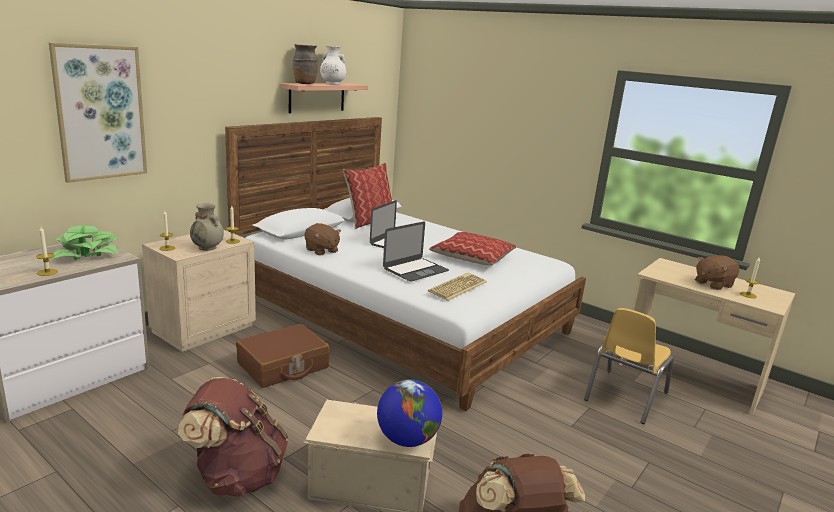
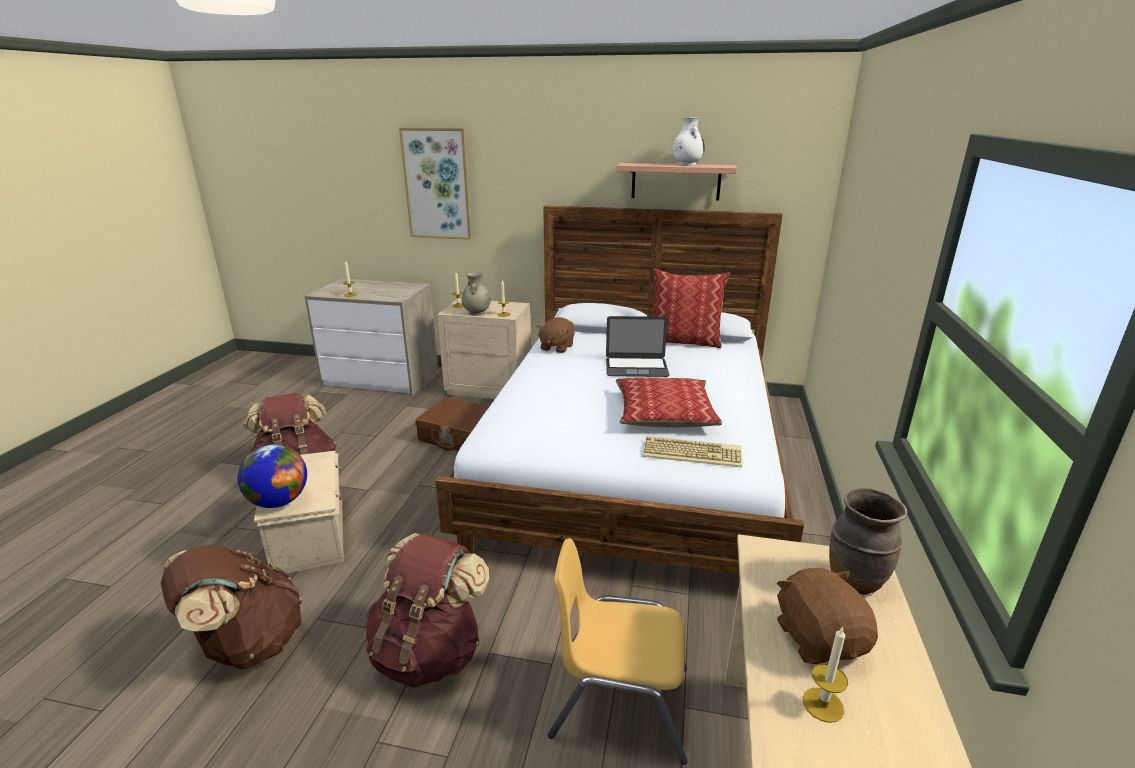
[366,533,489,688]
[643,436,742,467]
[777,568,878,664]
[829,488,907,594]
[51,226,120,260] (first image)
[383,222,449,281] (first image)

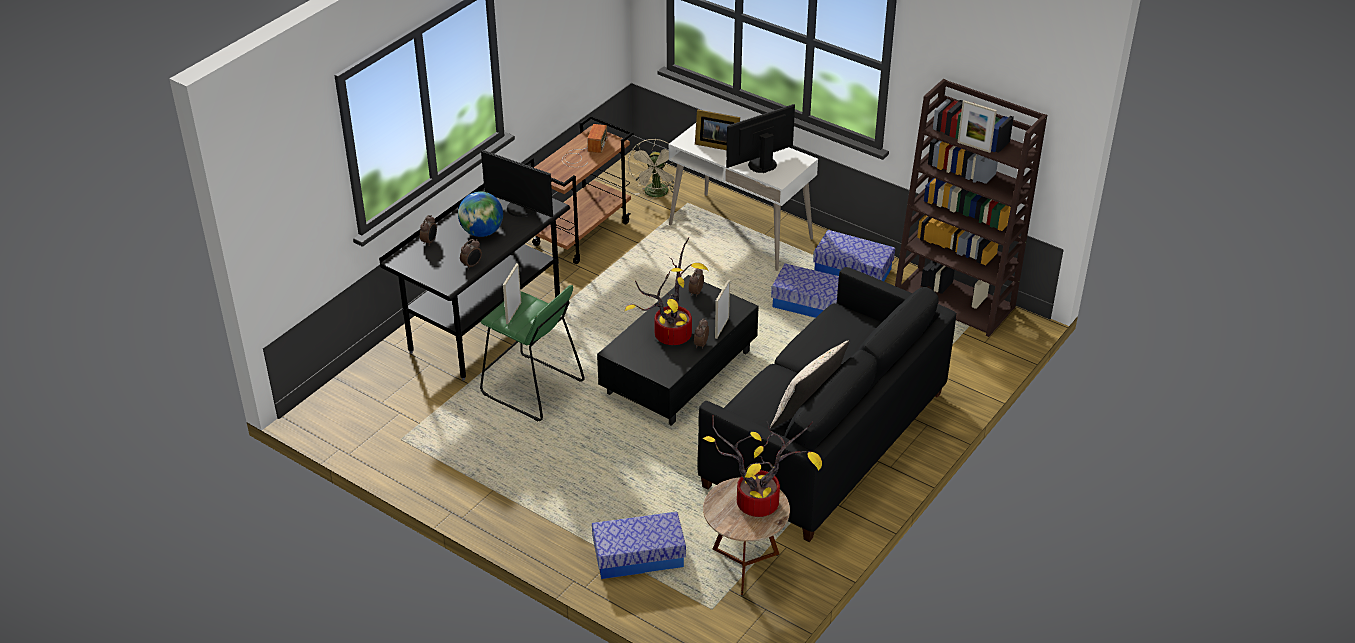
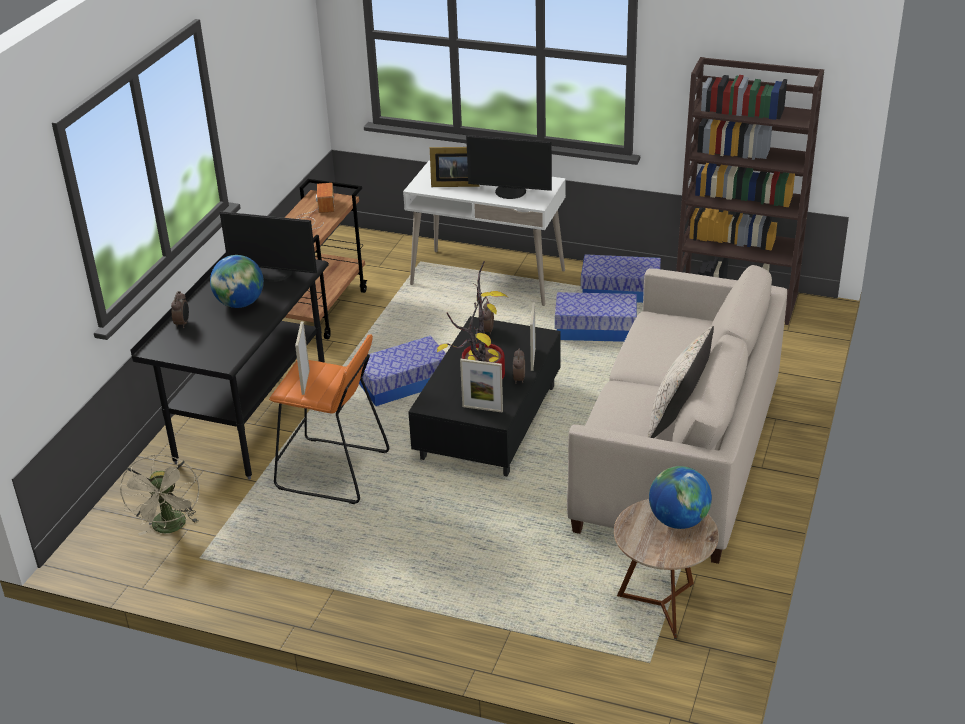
[120,455,199,536]
[269,334,389,504]
[359,336,446,406]
[460,359,503,412]
[466,135,552,199]
[567,265,787,564]
[649,466,712,529]
[460,239,482,270] (first image)

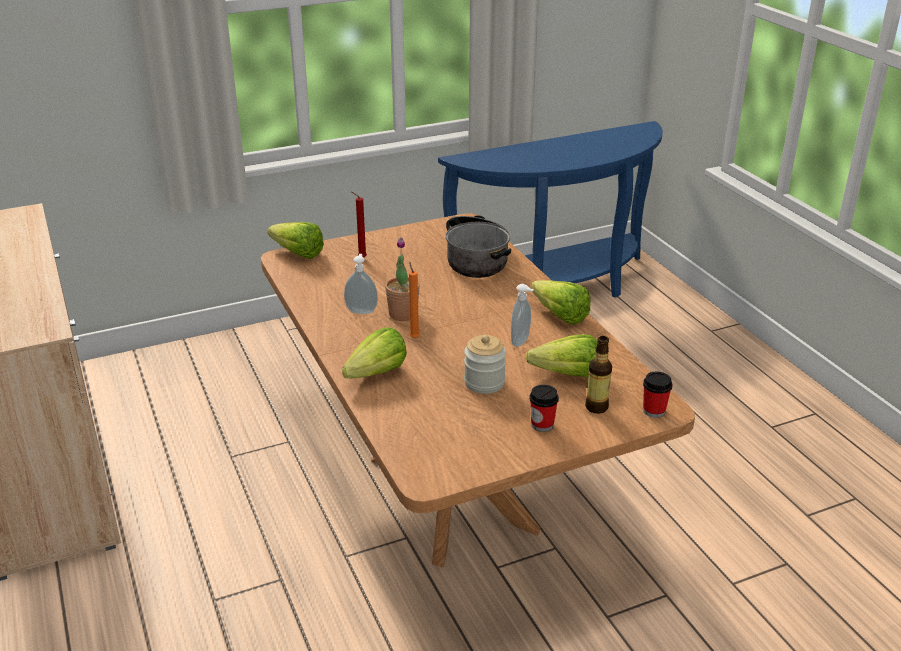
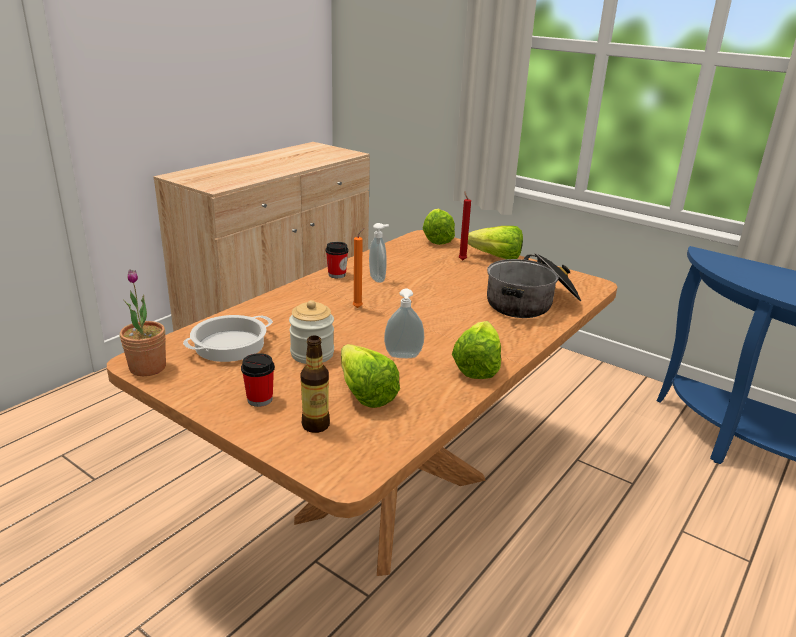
[120,269,166,376]
[183,315,273,362]
[326,242,349,278]
[468,226,523,259]

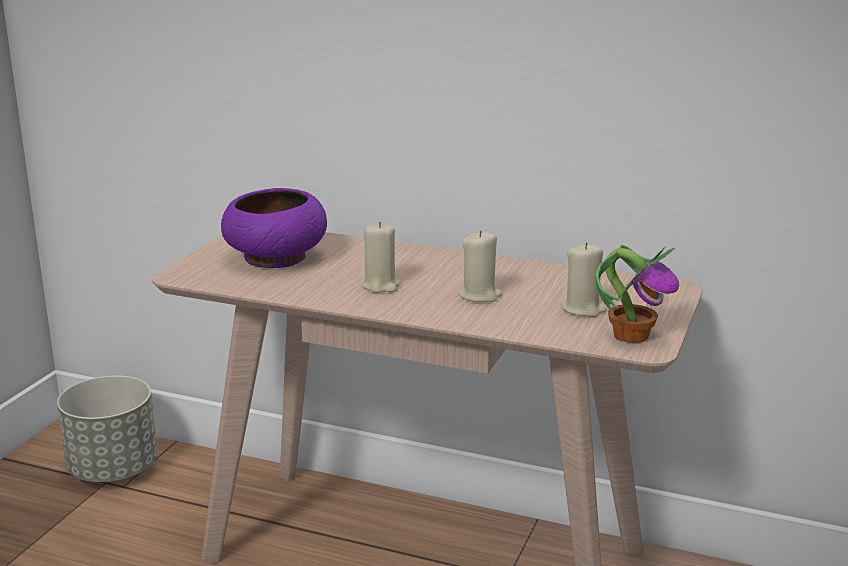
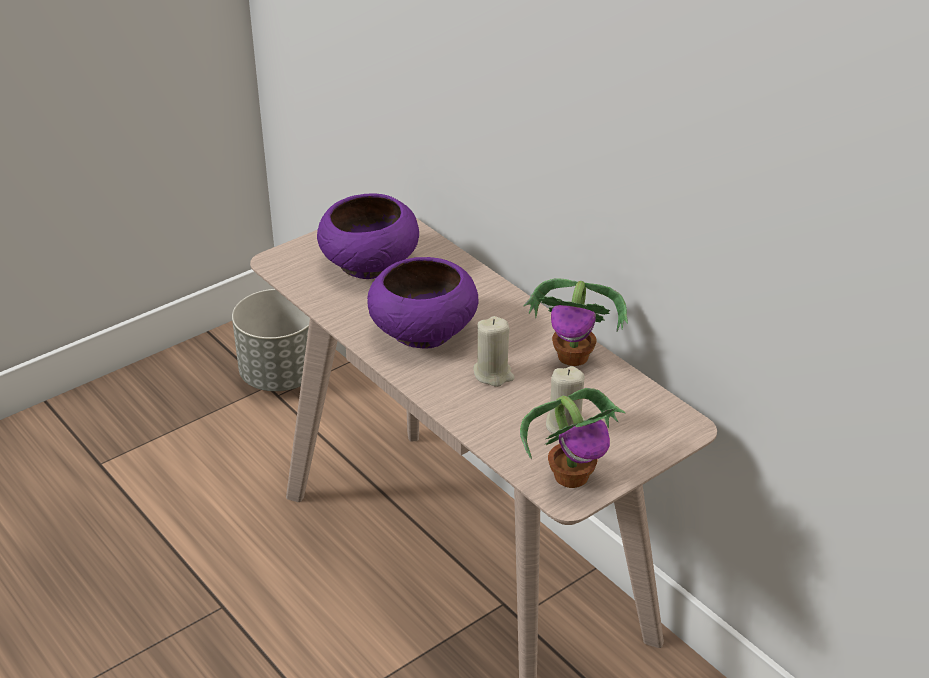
[367,257,479,348]
[524,278,628,366]

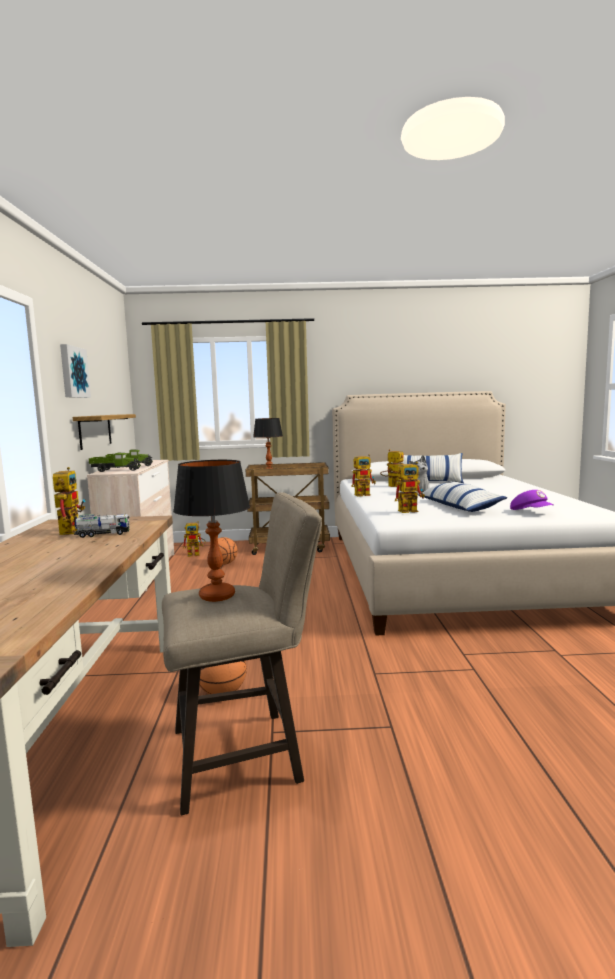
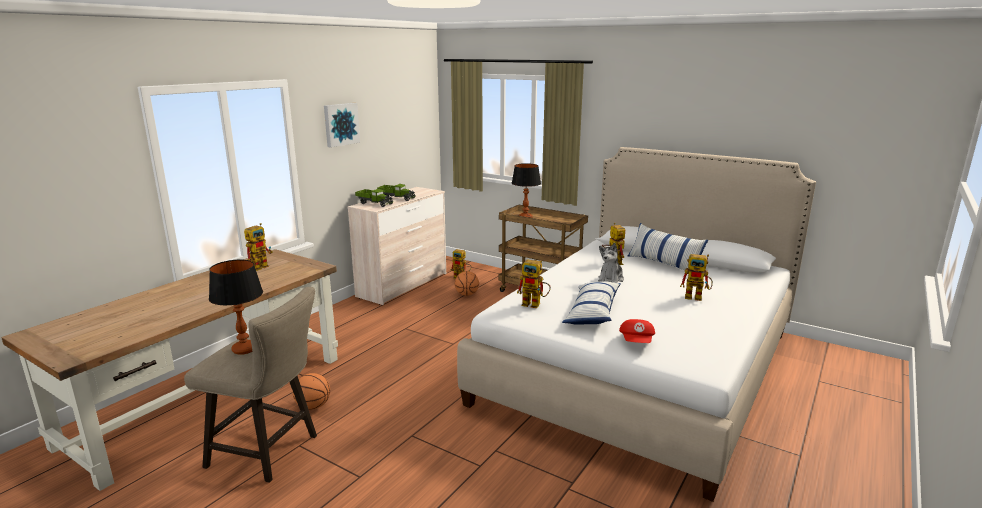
[619,319,655,343]
[680,254,713,301]
[73,414,136,450] (first image)
[74,514,130,538] (first image)

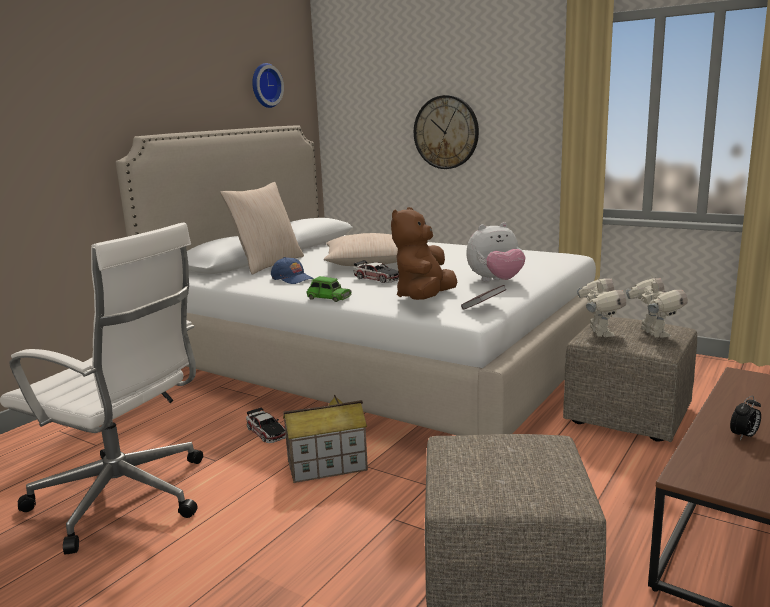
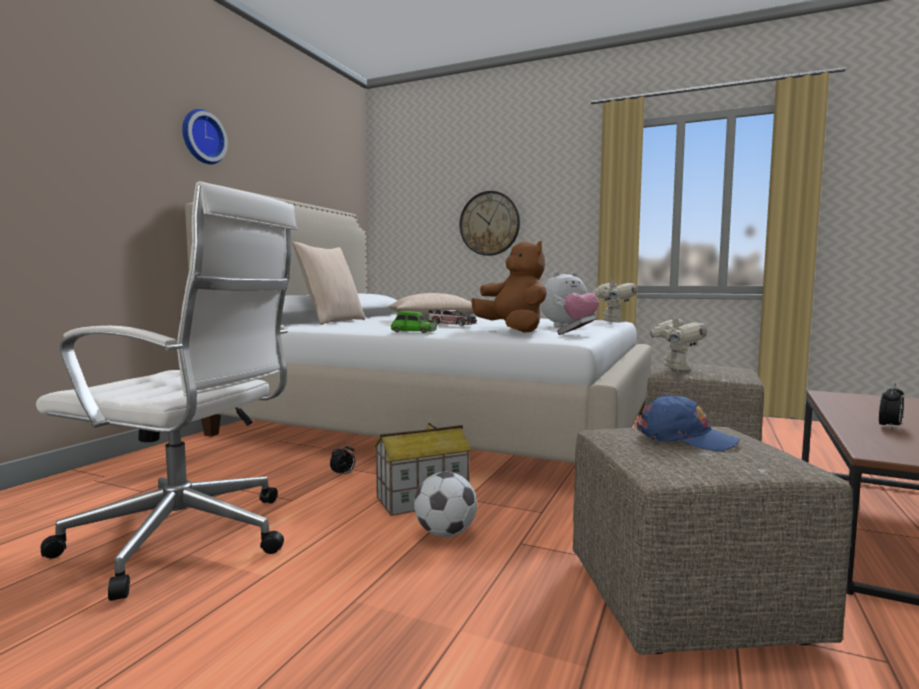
[182,109,228,164]
[330,443,355,477]
[414,472,477,537]
[471,241,547,333]
[590,276,637,322]
[637,394,740,451]

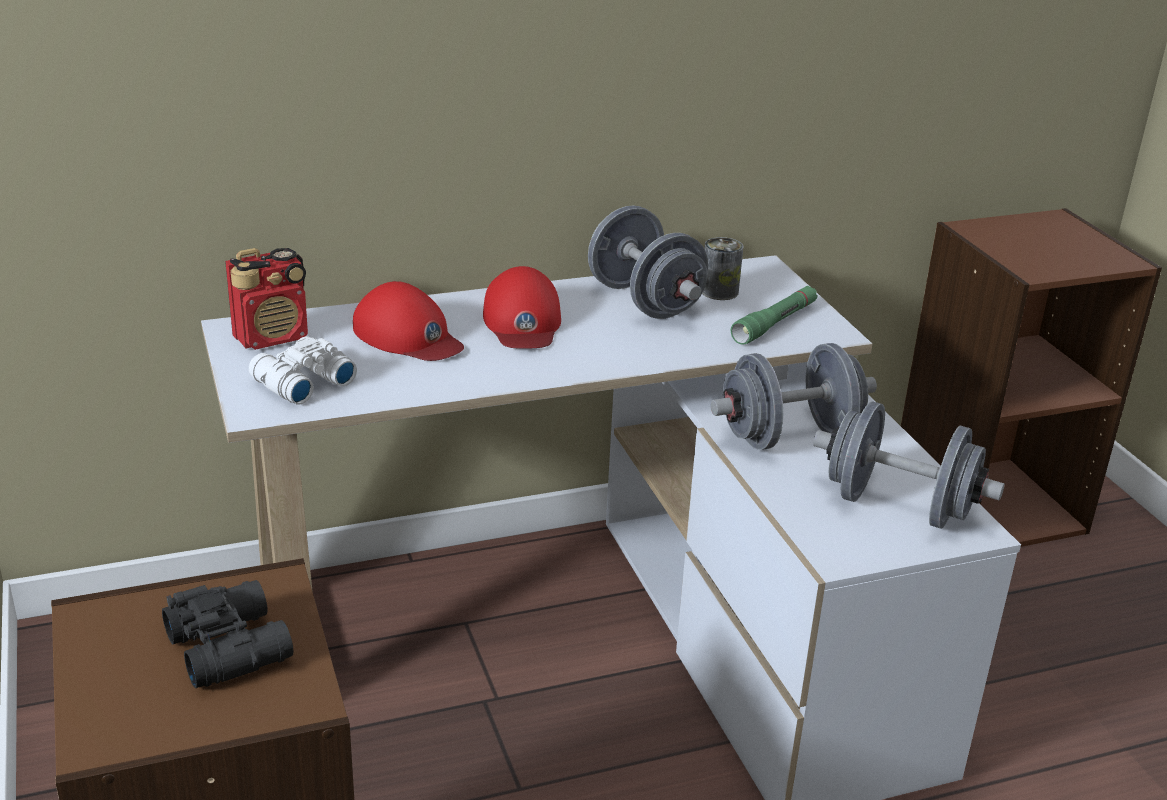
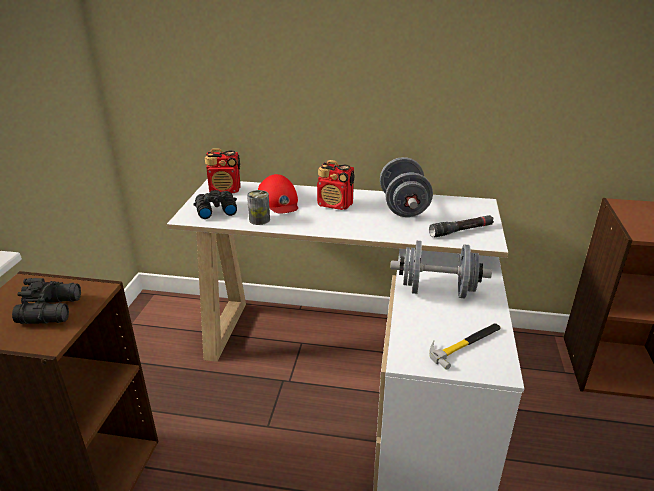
[193,190,237,219]
[247,190,270,225]
[317,160,354,210]
[429,215,494,237]
[429,324,501,370]

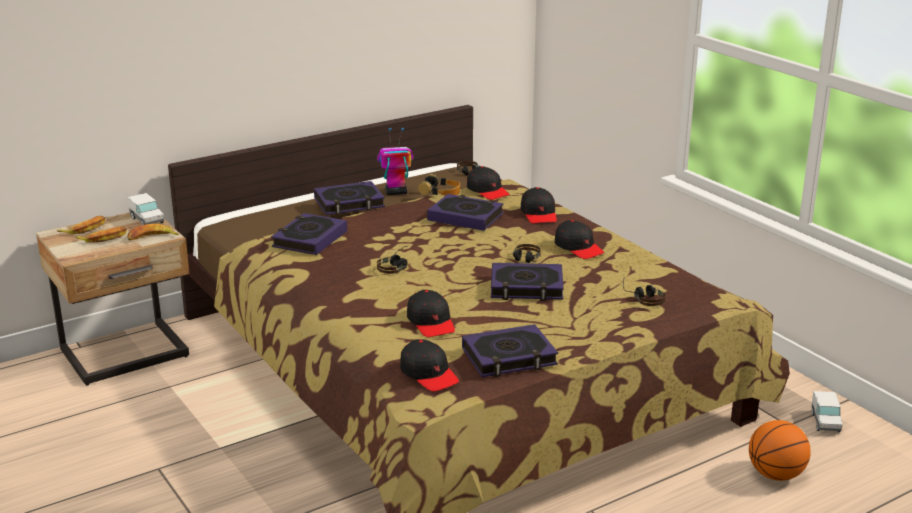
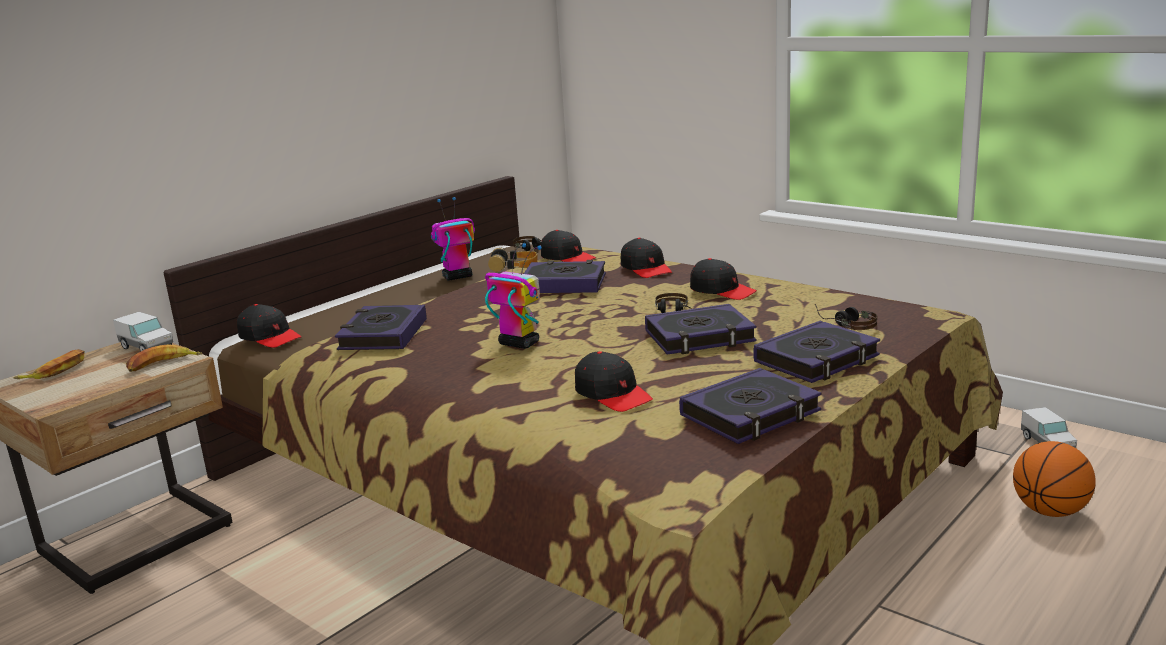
[237,304,301,348]
[485,243,542,349]
[753,321,880,383]
[75,227,127,243] (first image)

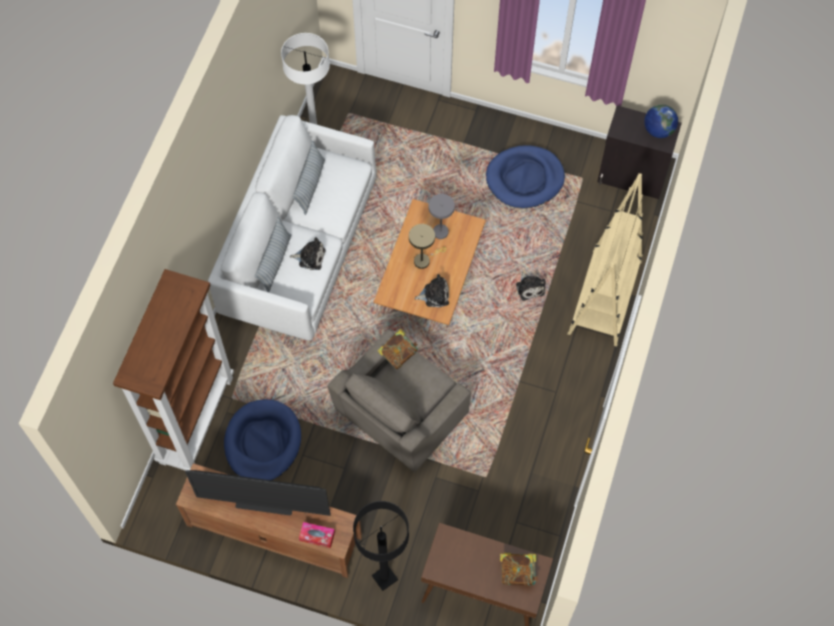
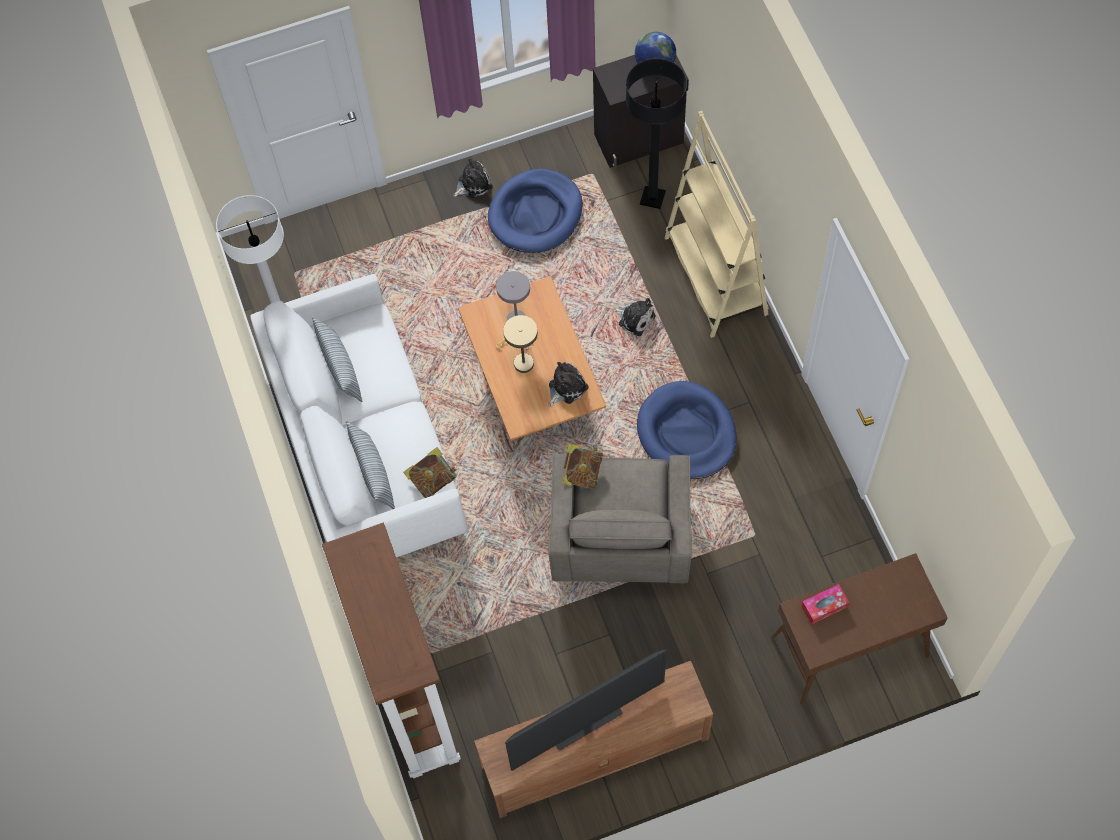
[403,447,457,498]
[453,158,493,198]
[626,58,687,209]
[637,381,737,479]
[801,584,849,624]

